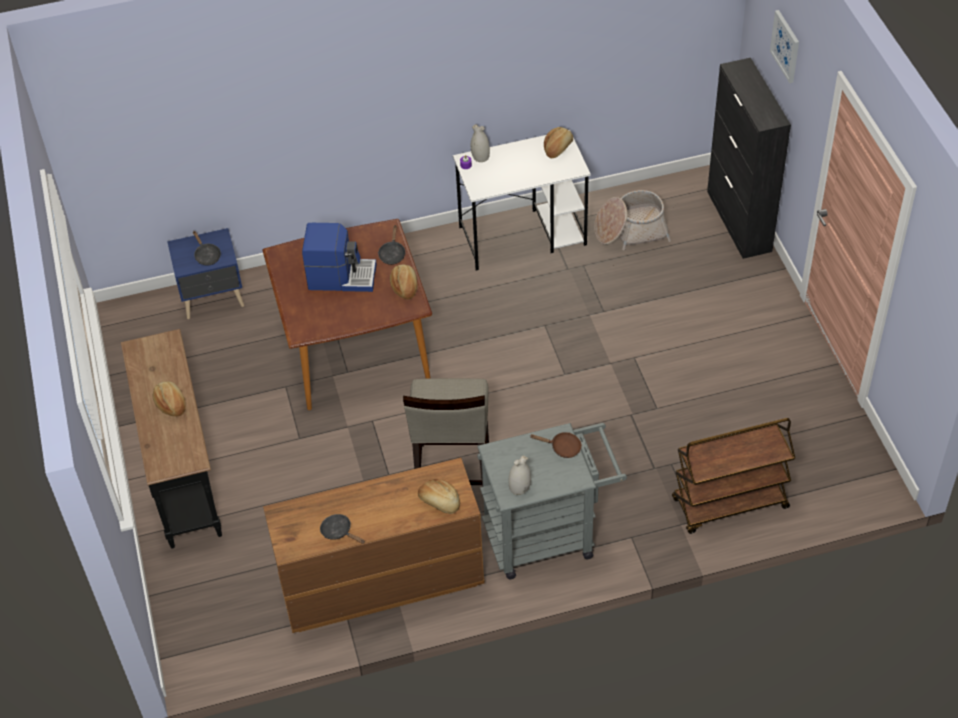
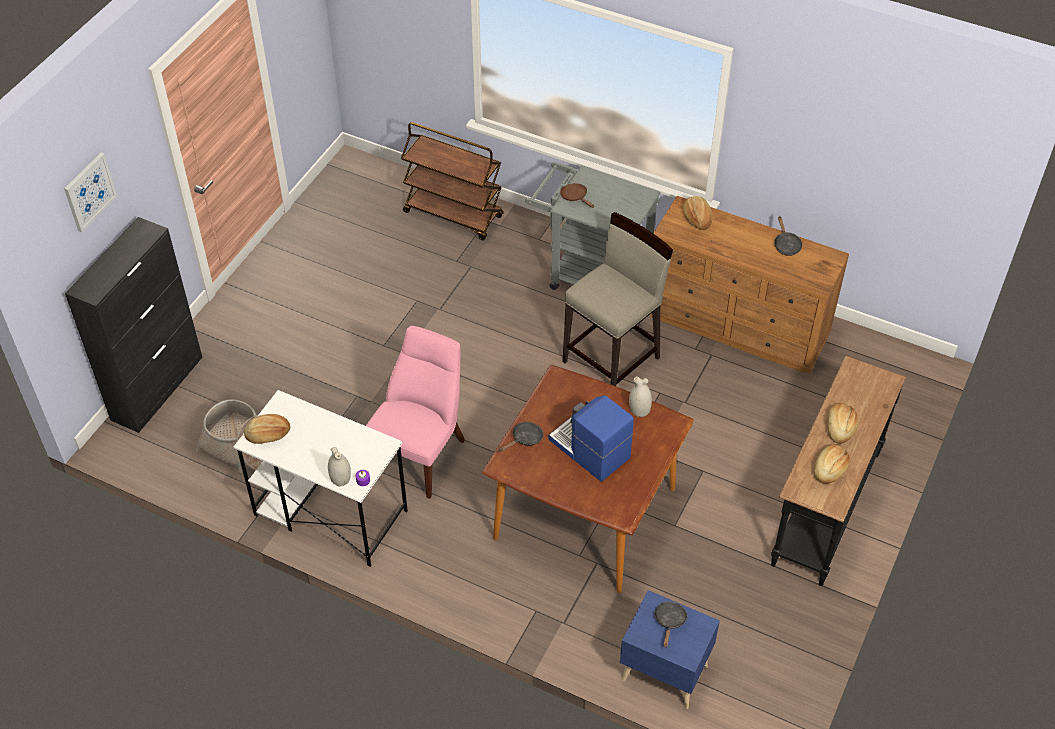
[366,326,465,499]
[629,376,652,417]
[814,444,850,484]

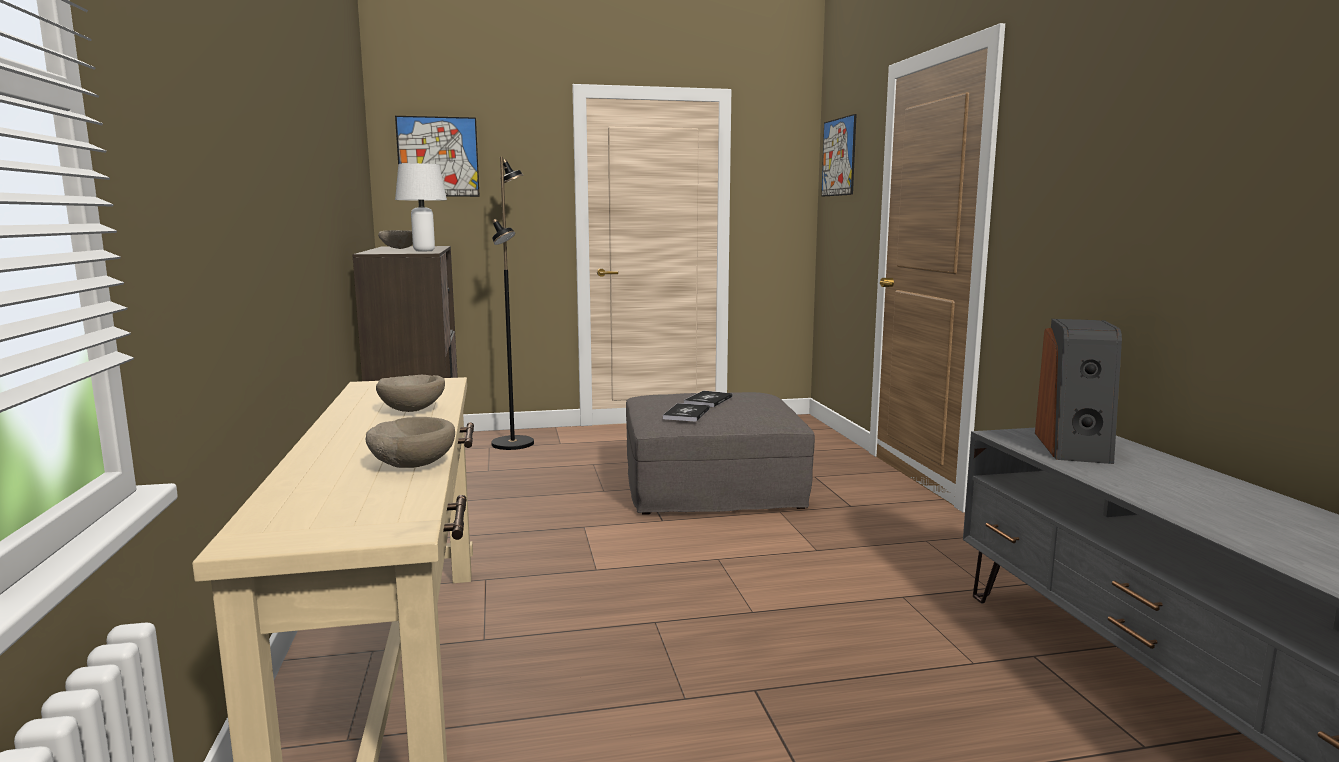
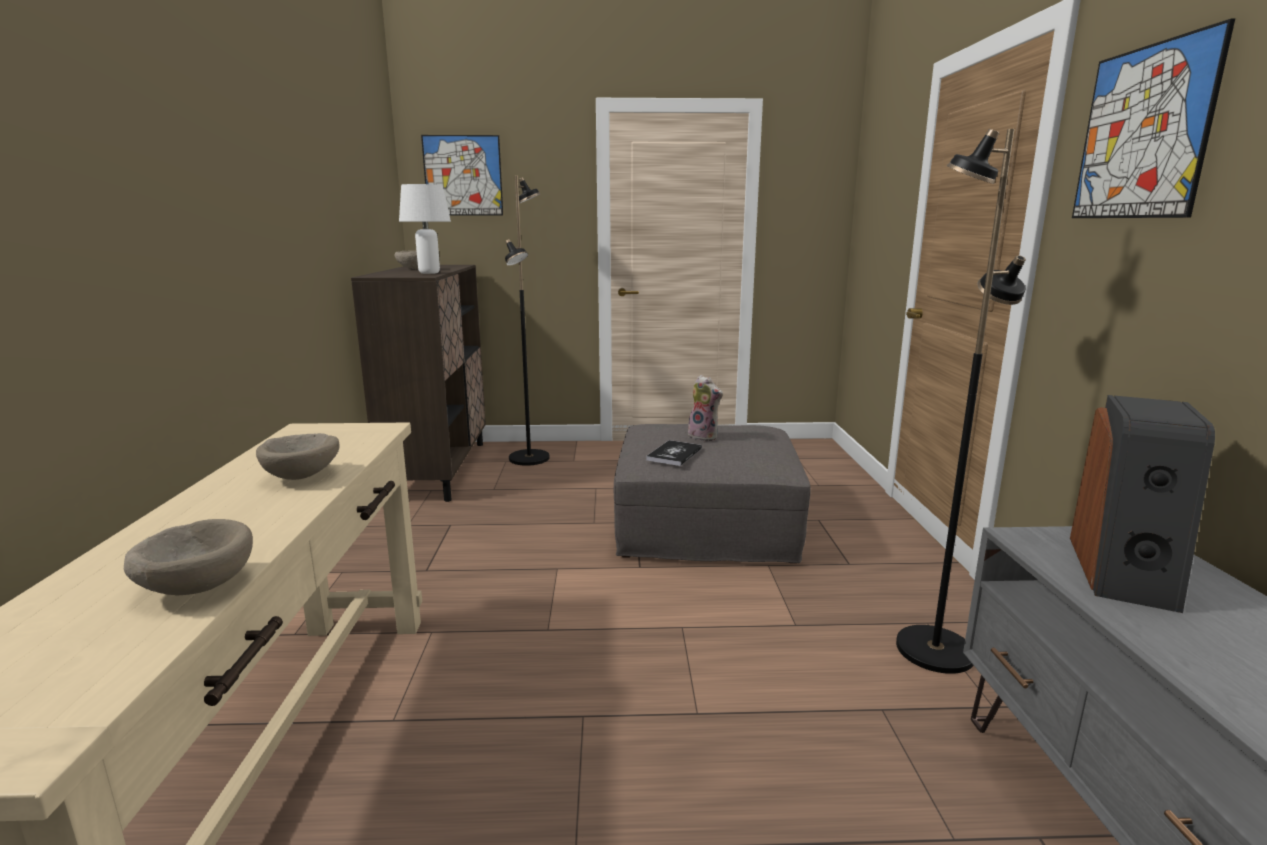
[688,375,723,441]
[896,129,1025,674]
[1072,19,1235,218]

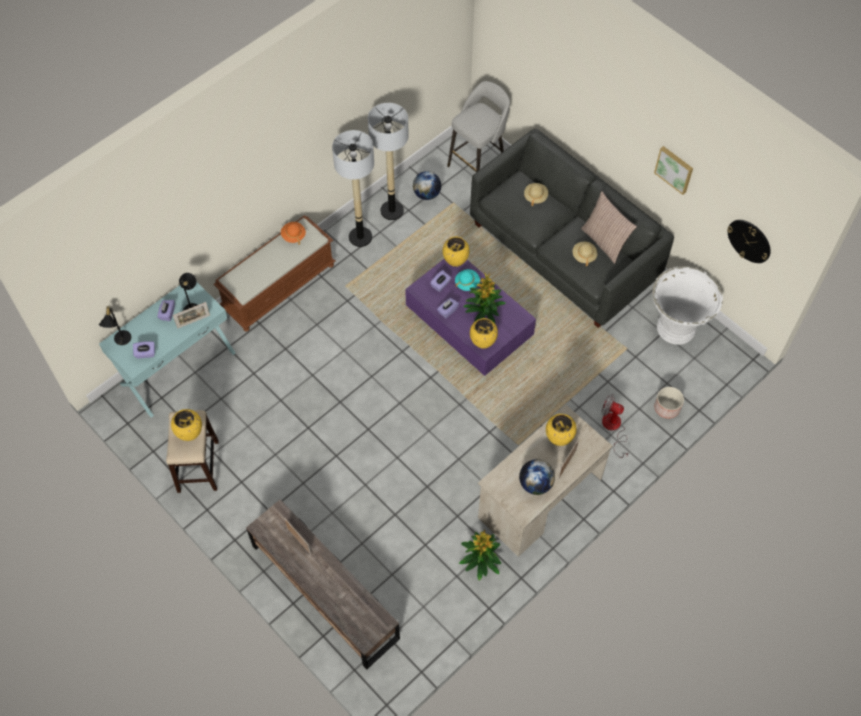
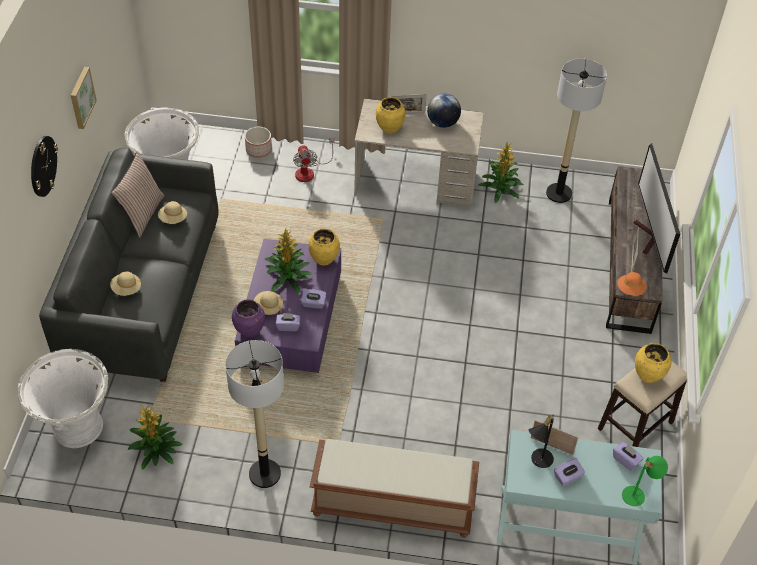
[18,349,108,448]
[31,136,58,197]
[128,405,183,470]
[232,299,265,337]
[254,291,283,315]
[546,58,607,203]
[618,272,647,296]
[622,456,668,506]
[634,143,680,274]

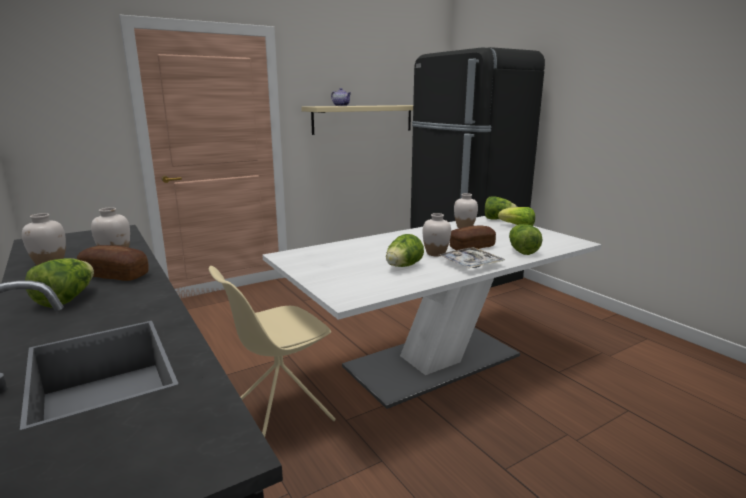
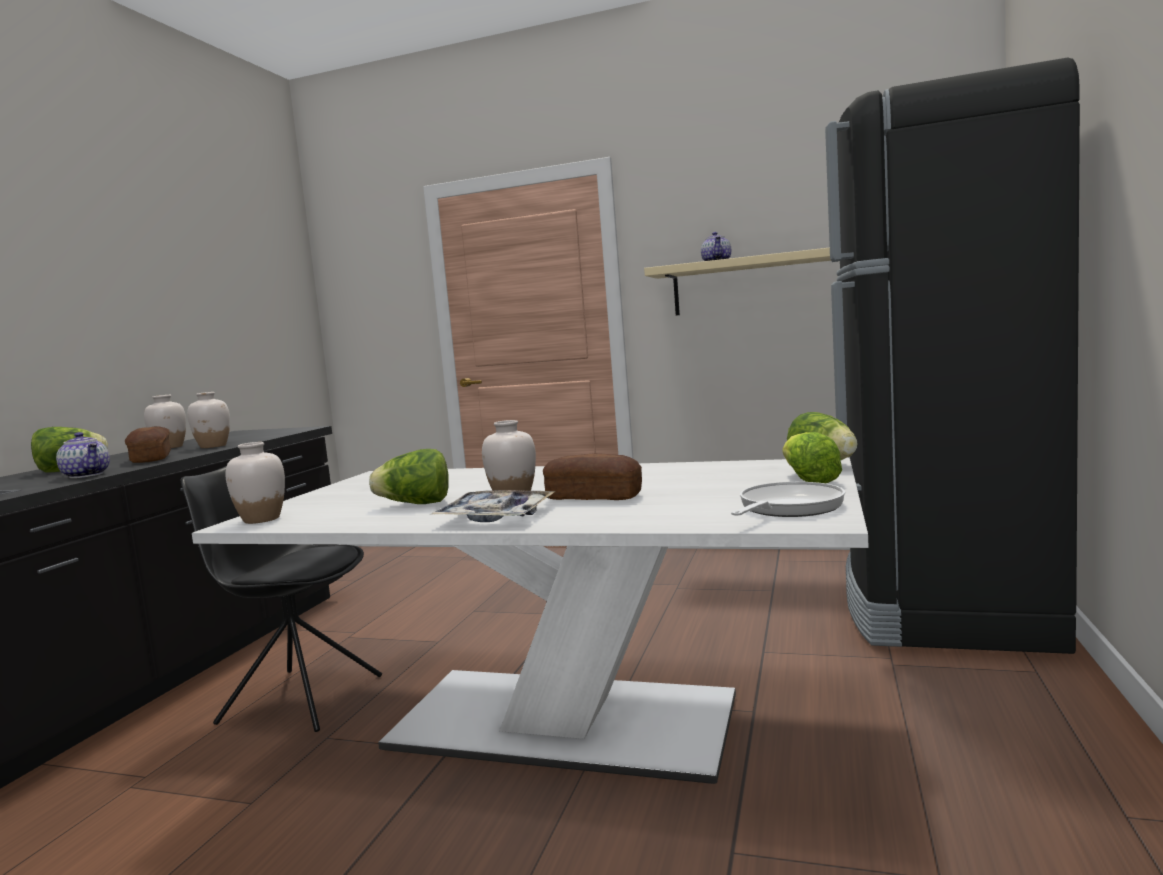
[56,432,110,478]
[181,466,382,732]
[226,442,285,524]
[731,482,845,517]
[509,224,543,255] (first image)

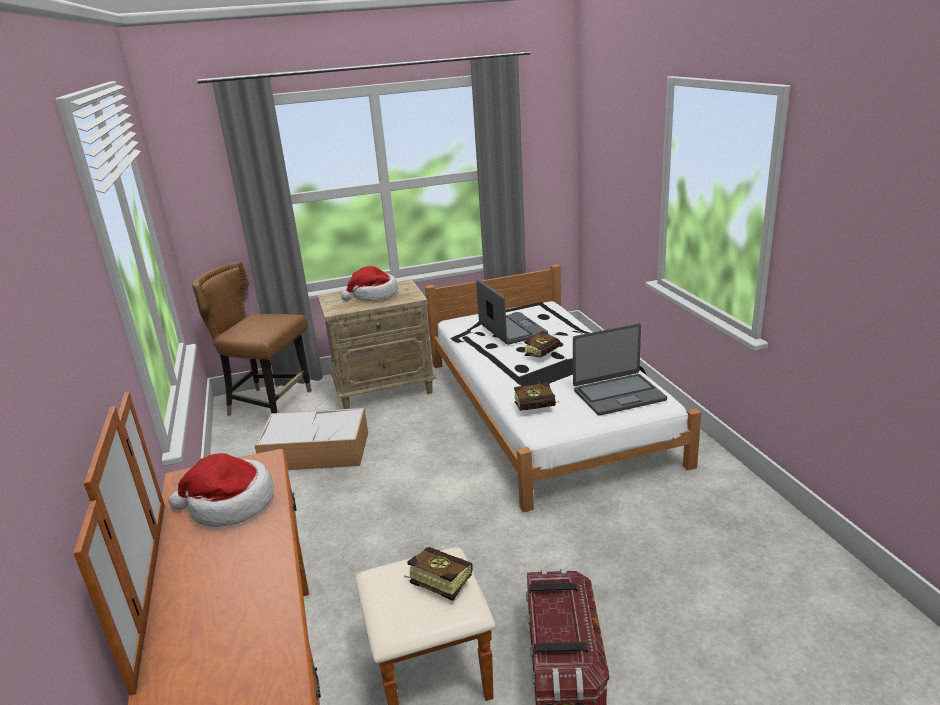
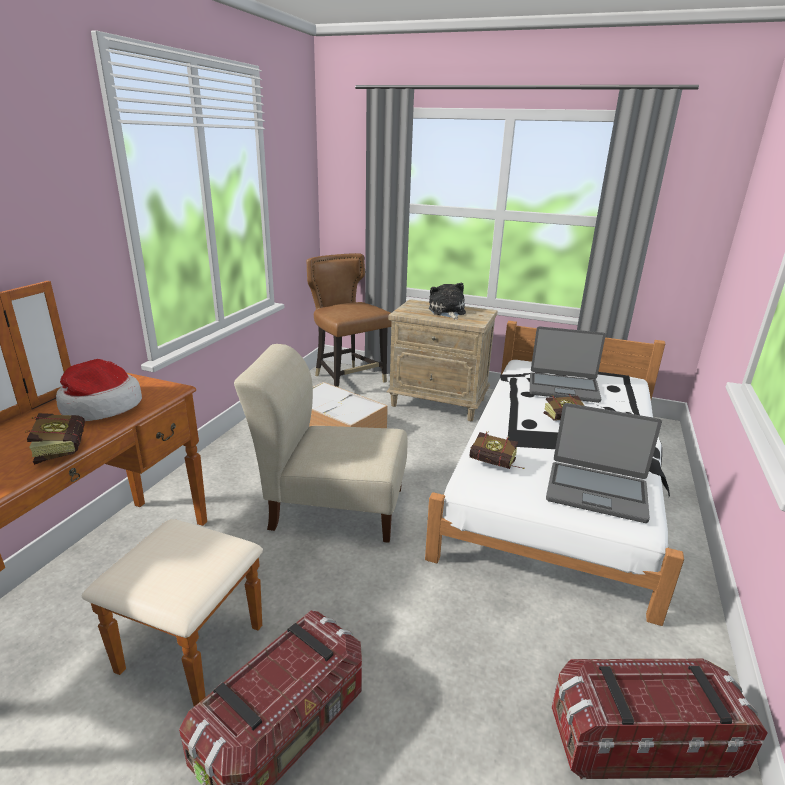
[25,413,85,465]
[234,344,408,543]
[429,283,466,320]
[530,326,606,403]
[552,658,768,779]

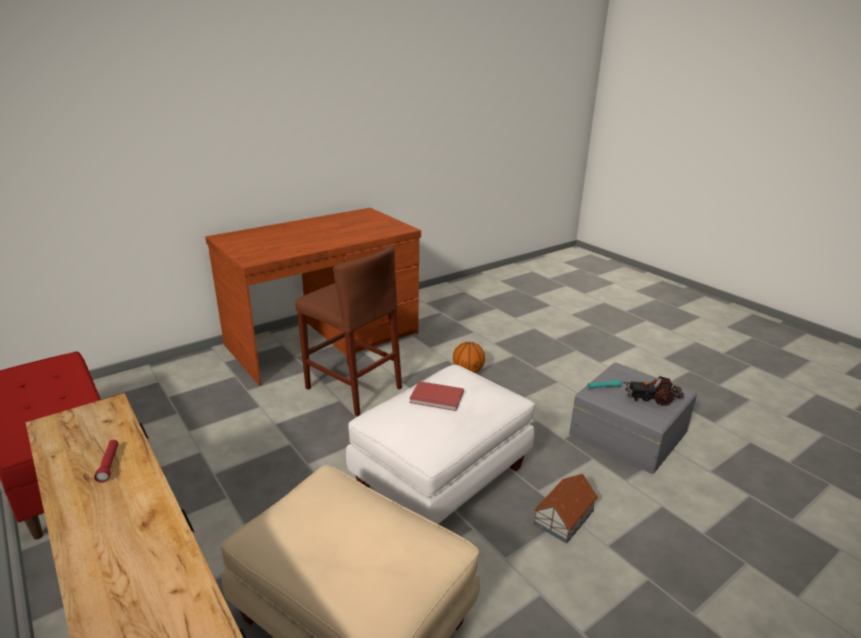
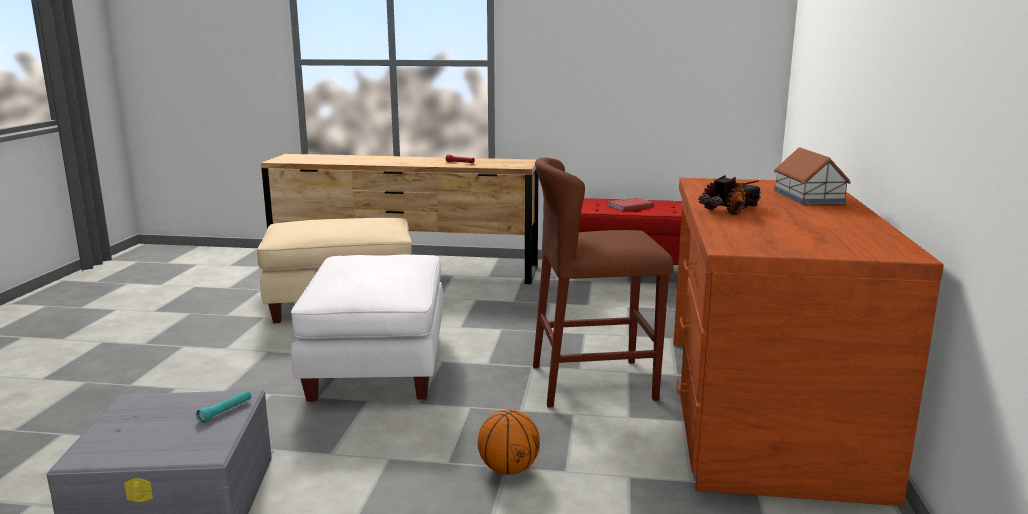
[607,198,654,211]
[698,175,763,215]
[774,147,851,205]

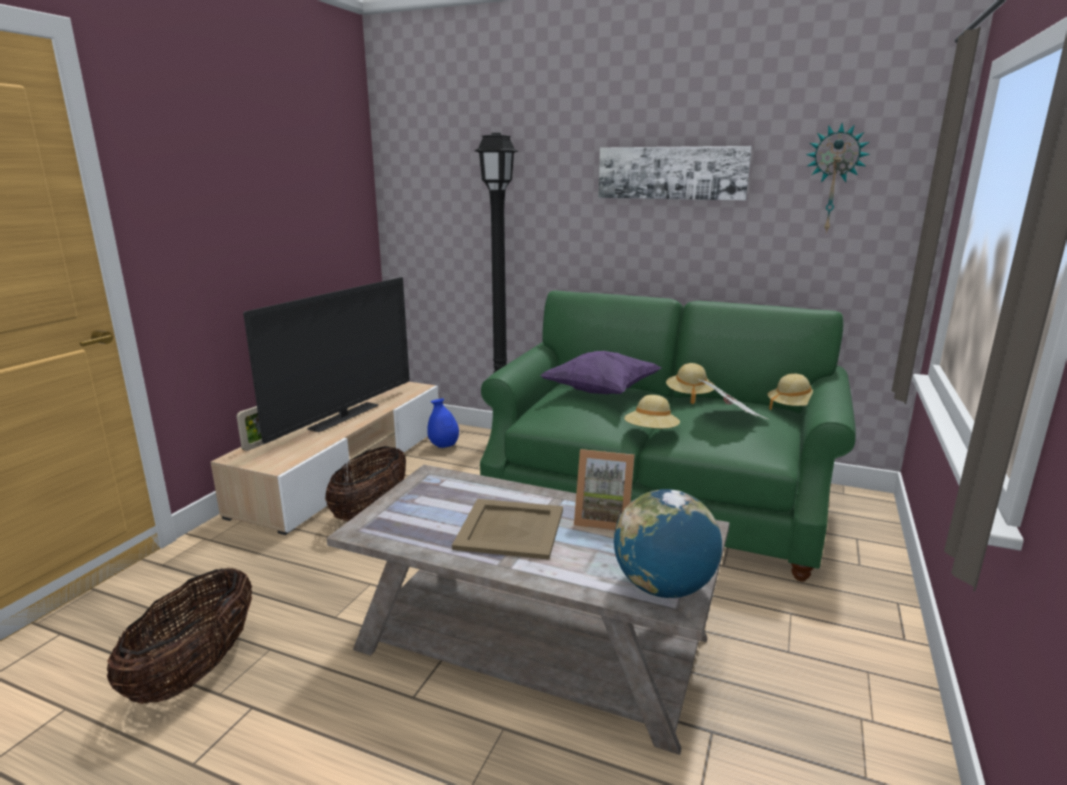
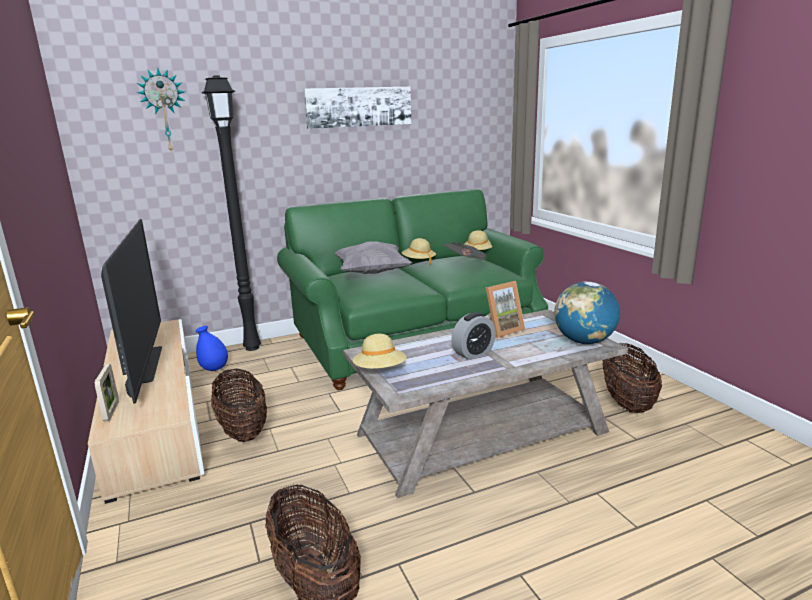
[137,67,185,154]
[335,241,412,274]
[353,334,407,369]
[451,312,496,359]
[602,343,662,413]

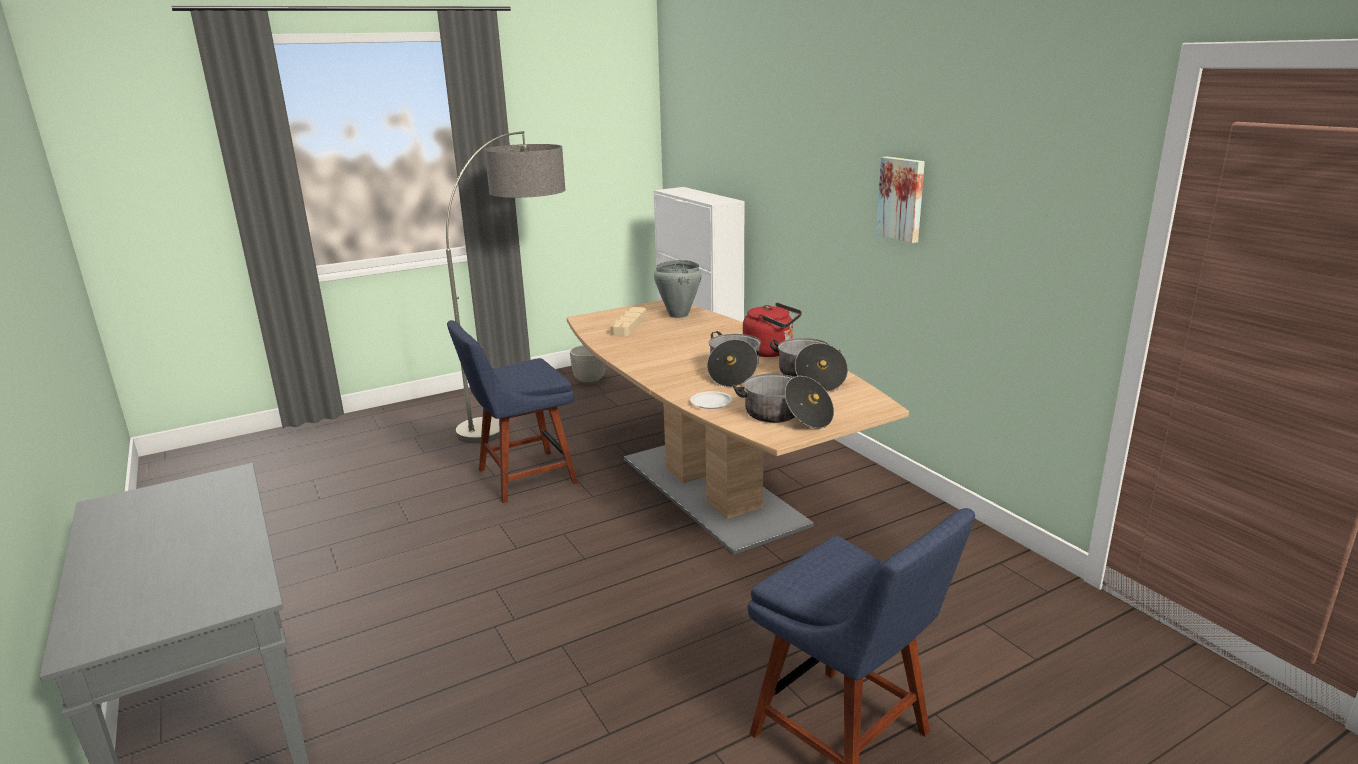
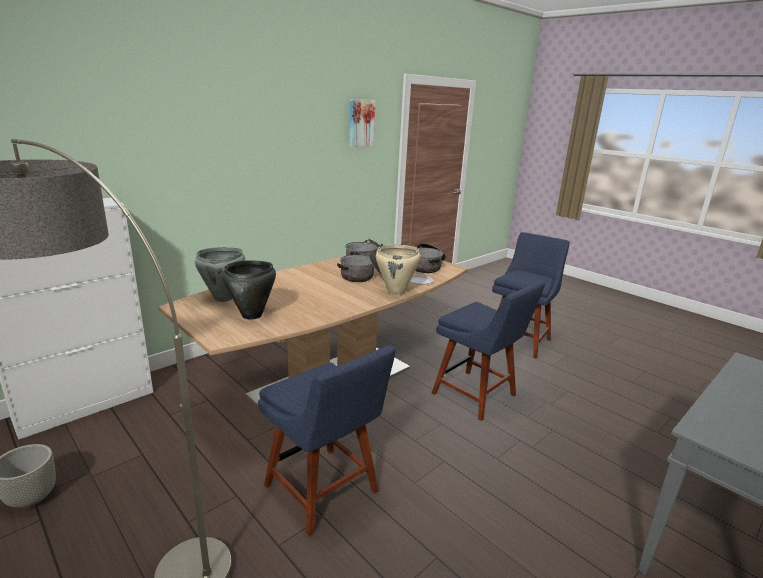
[222,260,276,319]
[349,99,376,147]
[376,245,421,295]
[432,281,545,421]
[743,302,802,357] (first image)

